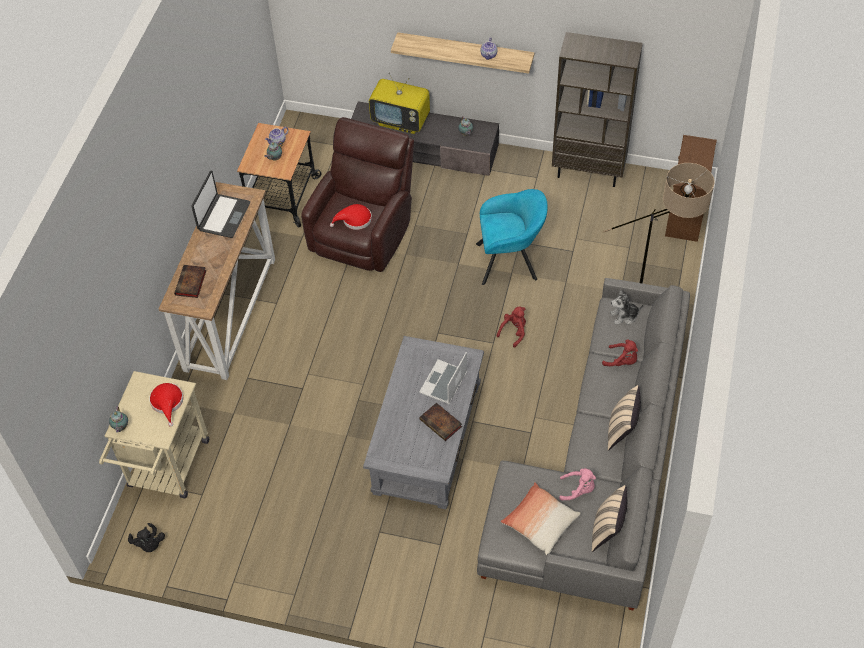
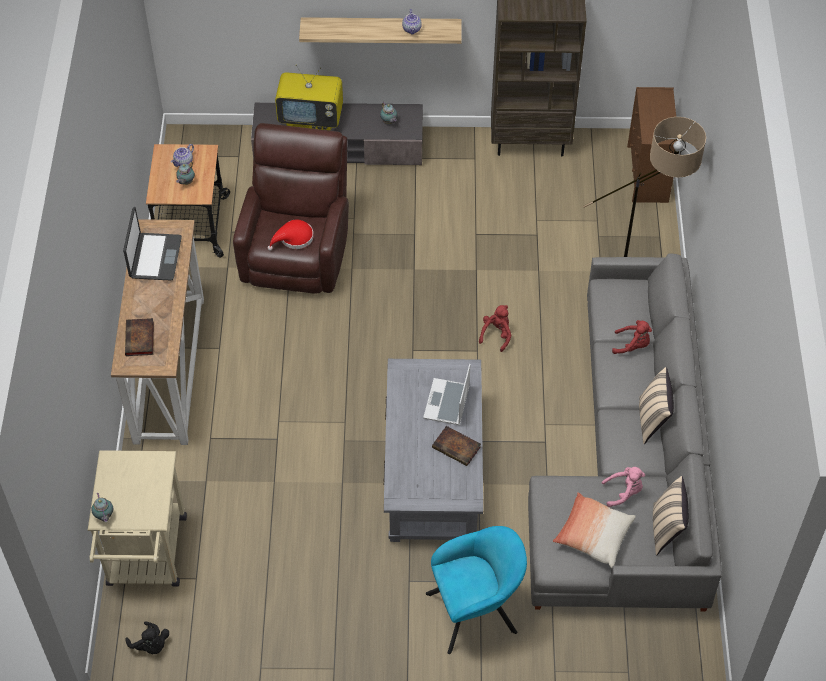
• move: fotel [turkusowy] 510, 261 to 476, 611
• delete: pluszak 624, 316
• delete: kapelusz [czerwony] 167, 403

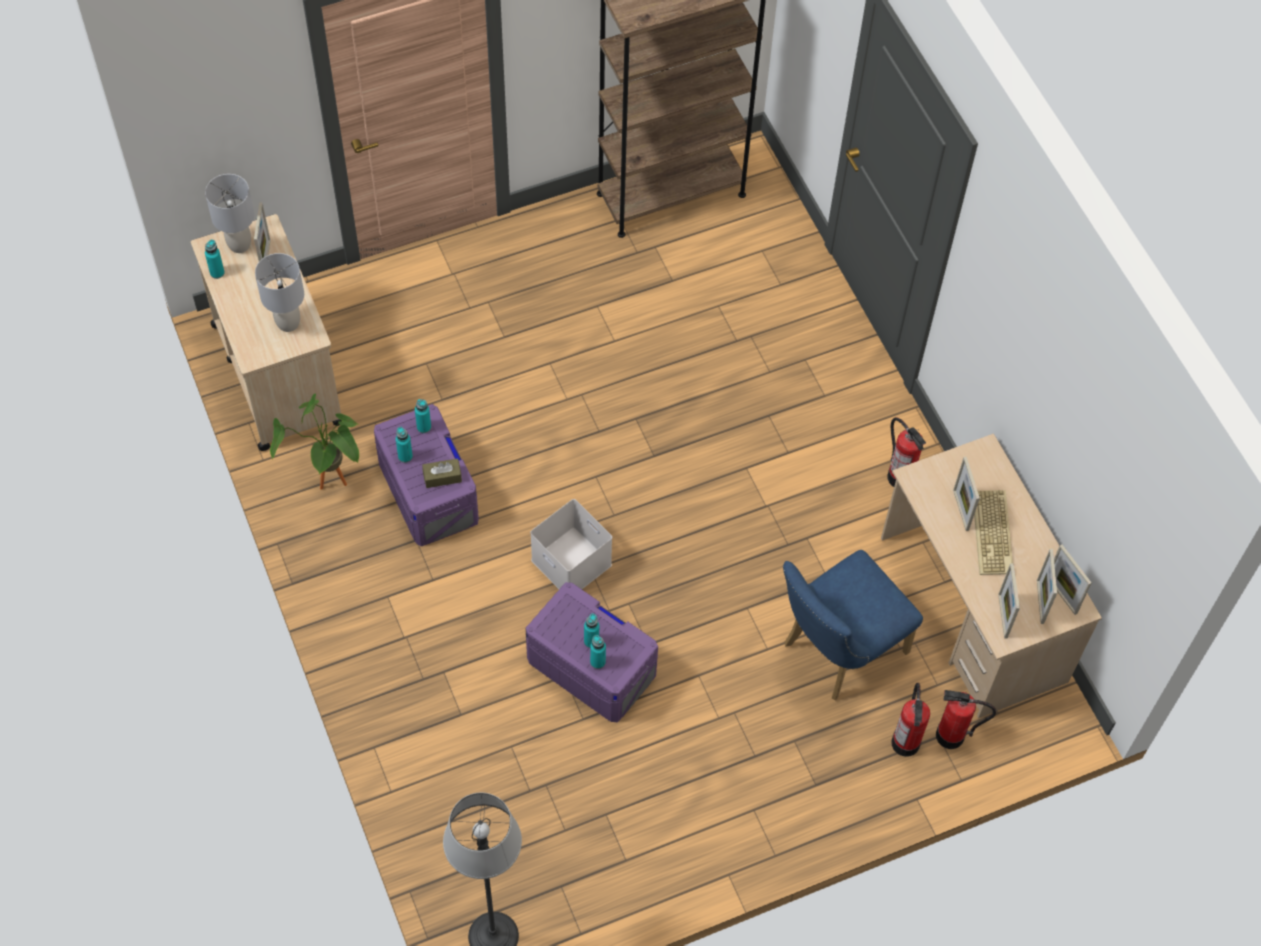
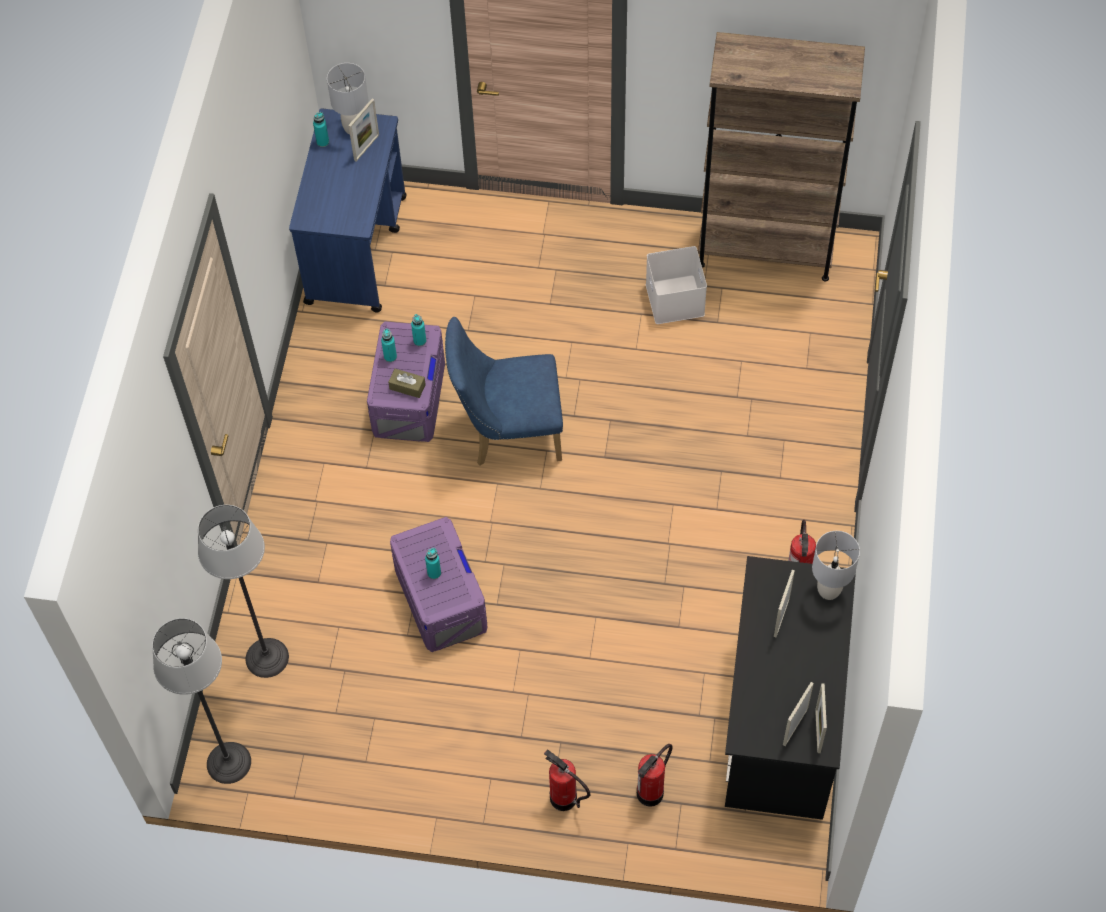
• recolor: wózek [beżowy] 277, 372 to wózek [niebieski] 357, 248
• move: lampa stołowa [szary] 288, 323 to 828, 590
• delete: roślina doniczkowa 331, 487
• recolor: biurko [beżowy] 972, 610 to biurko [czarny] 782, 716
• delete: klawiatura 994, 534
• move: pojemnik do przechowywania [biały] 569, 562 to 673, 299
• move: krzesło [niebieski] 836, 651 to 507, 432
• delete: ramka na zdjęcie 1002, 616
• delete: butelka [turkusowy] 597, 662
• move: gaśnica 950, 736 to 563, 798
• insert: lampa stojąca 267, 657

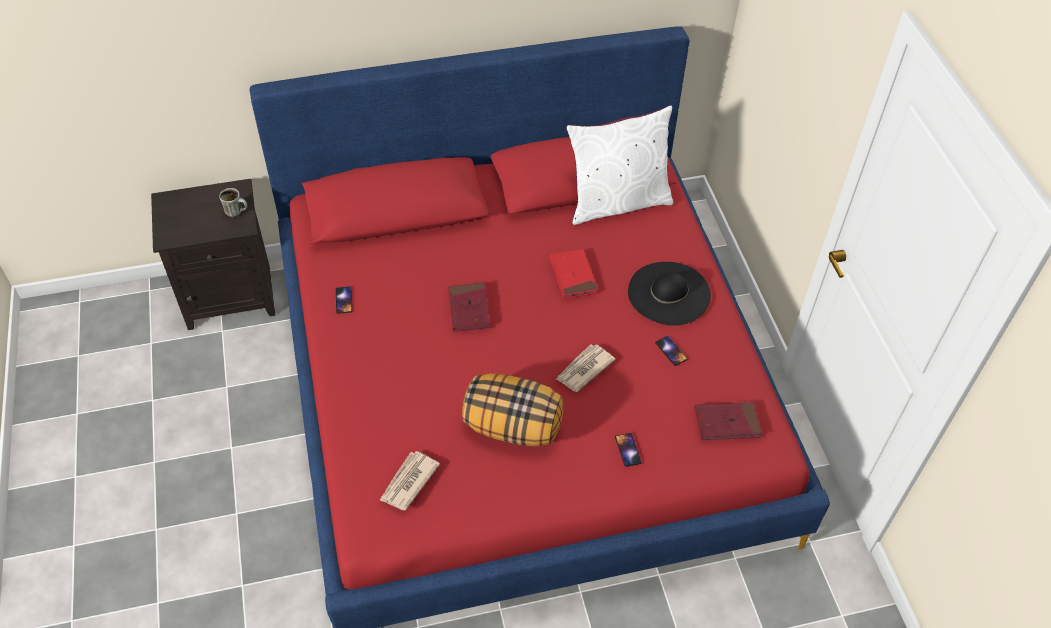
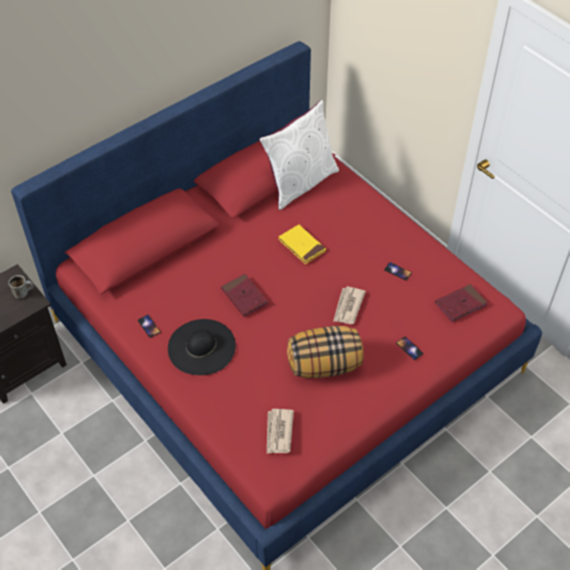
• recolor: książka [czerwony] 573, 276 to książka [żółty] 302, 245
• move: kapelusz [czarny] 669, 293 to 201, 347

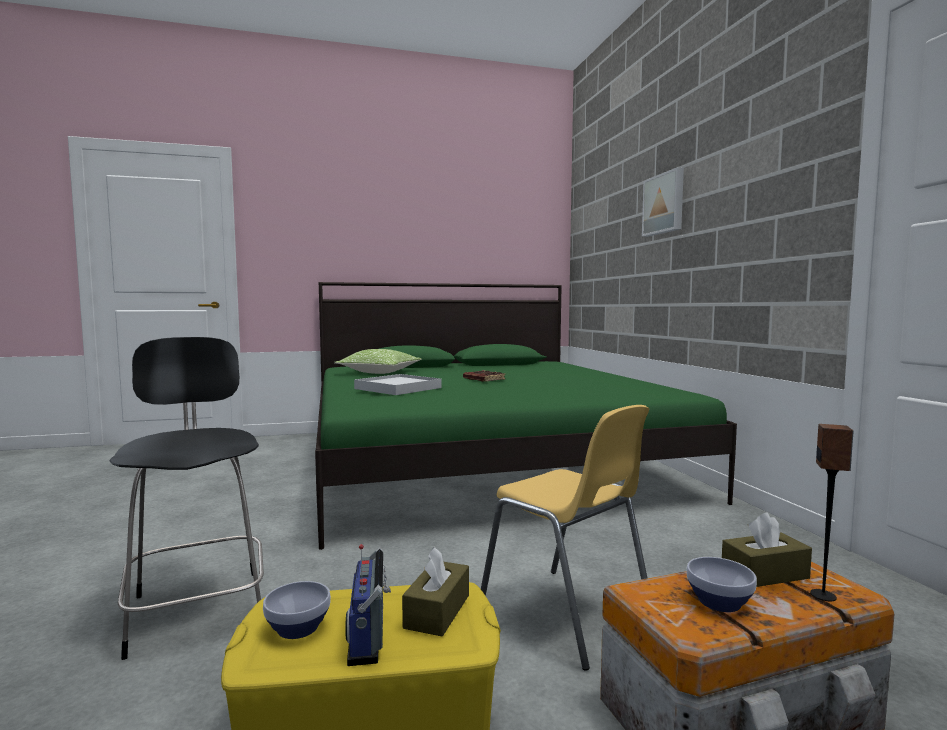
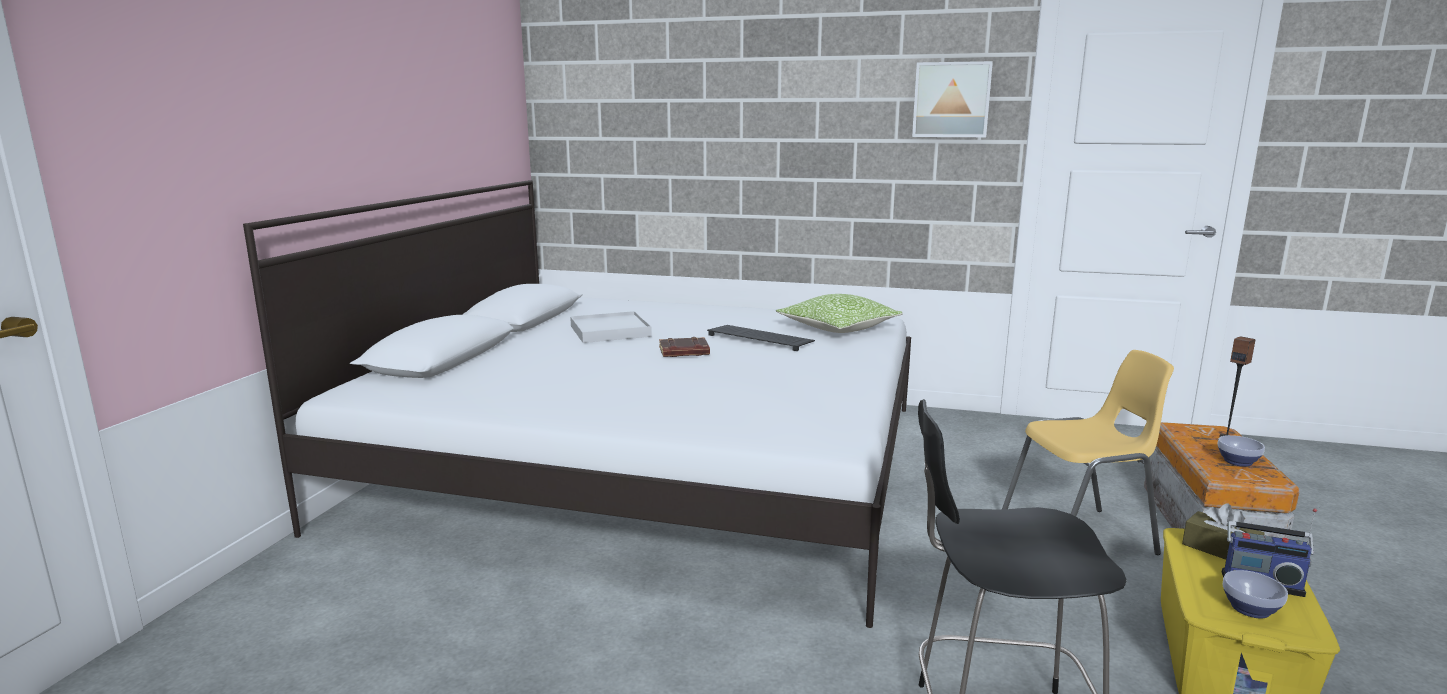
• move: obraz 664, 204 to 951, 100
• recolor: łóżko [zielony] 482, 460 to łóżko [biały] 653, 462
• move: poduszka 379, 372 to 838, 328
• move: taca [biały] 398, 388 to 610, 331
• delete: pudełko chusteczek [brązowy] 764, 574
• insert: klawiatura 761, 339

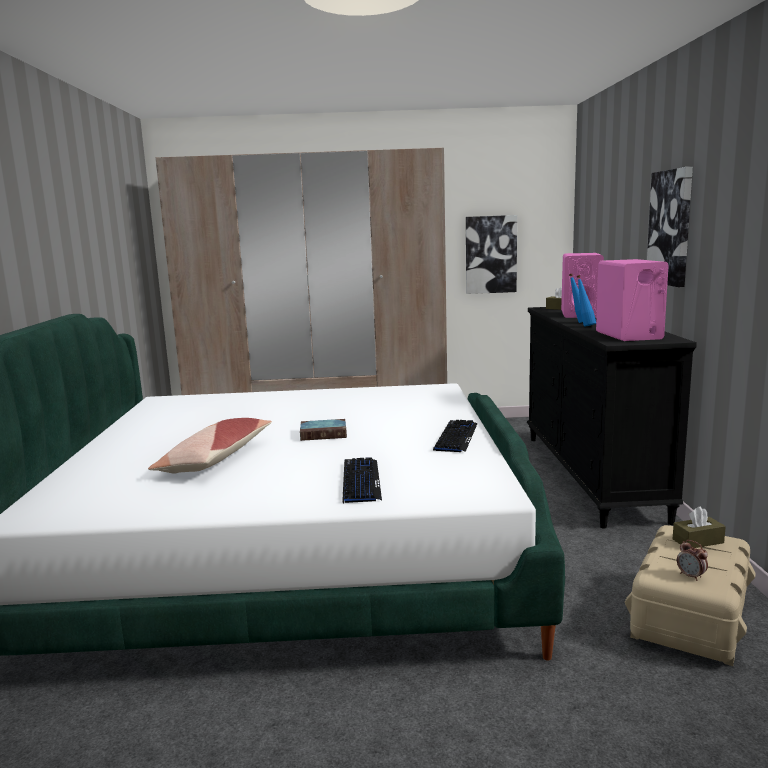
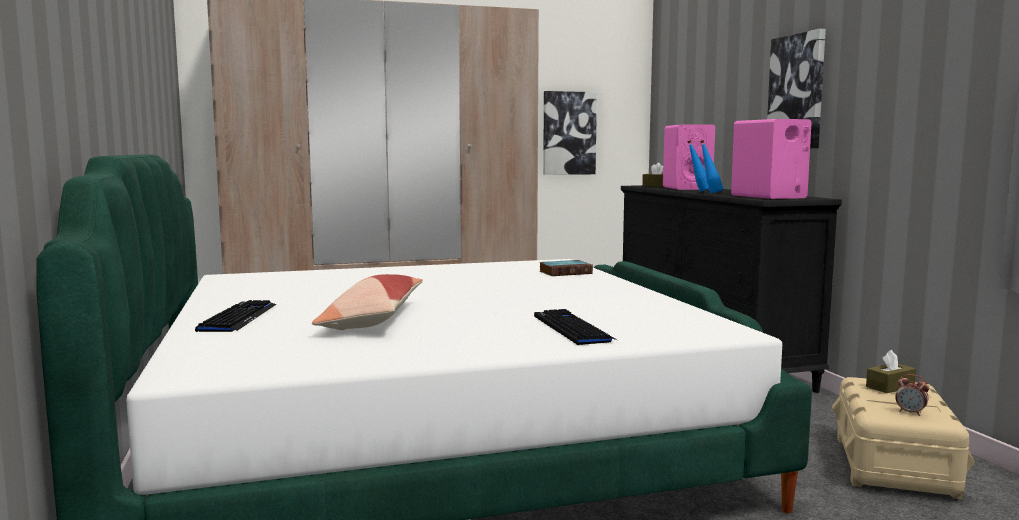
• move: książka 324, 434 to 566, 272
• move: klawiatura 456, 437 to 238, 318

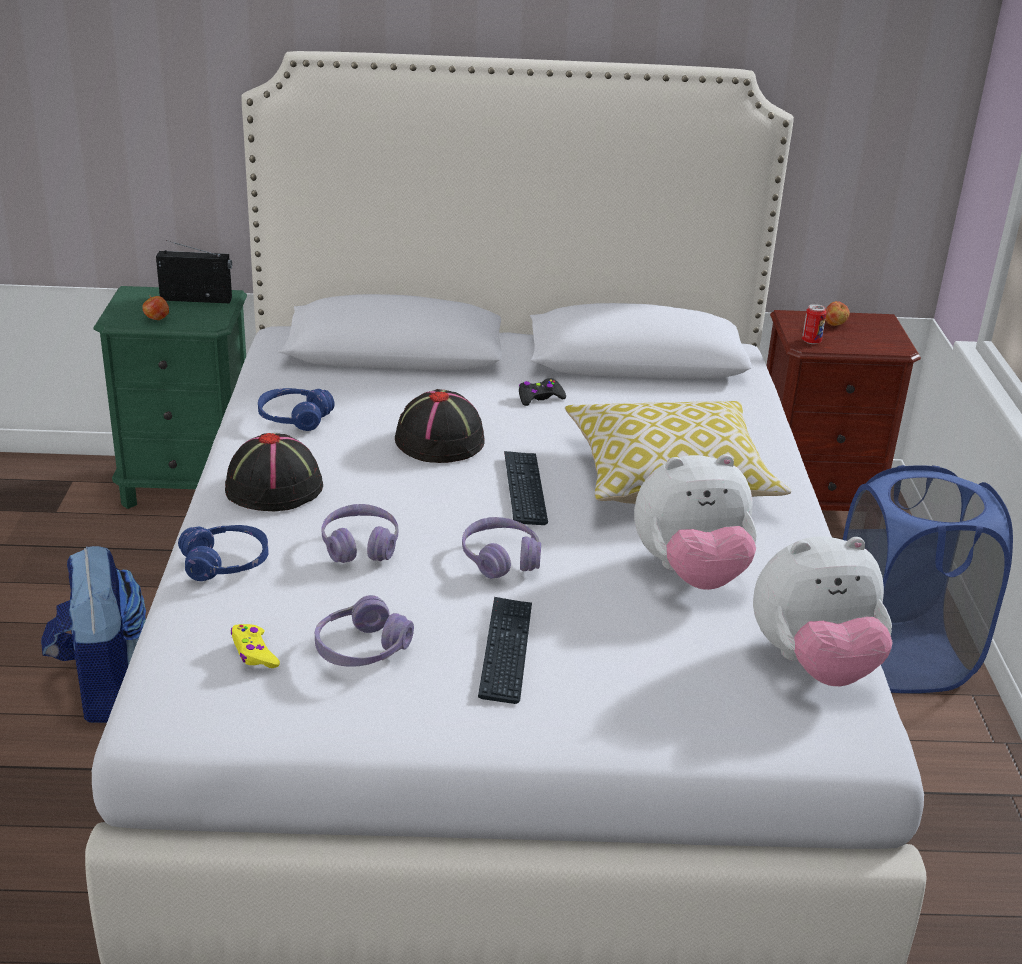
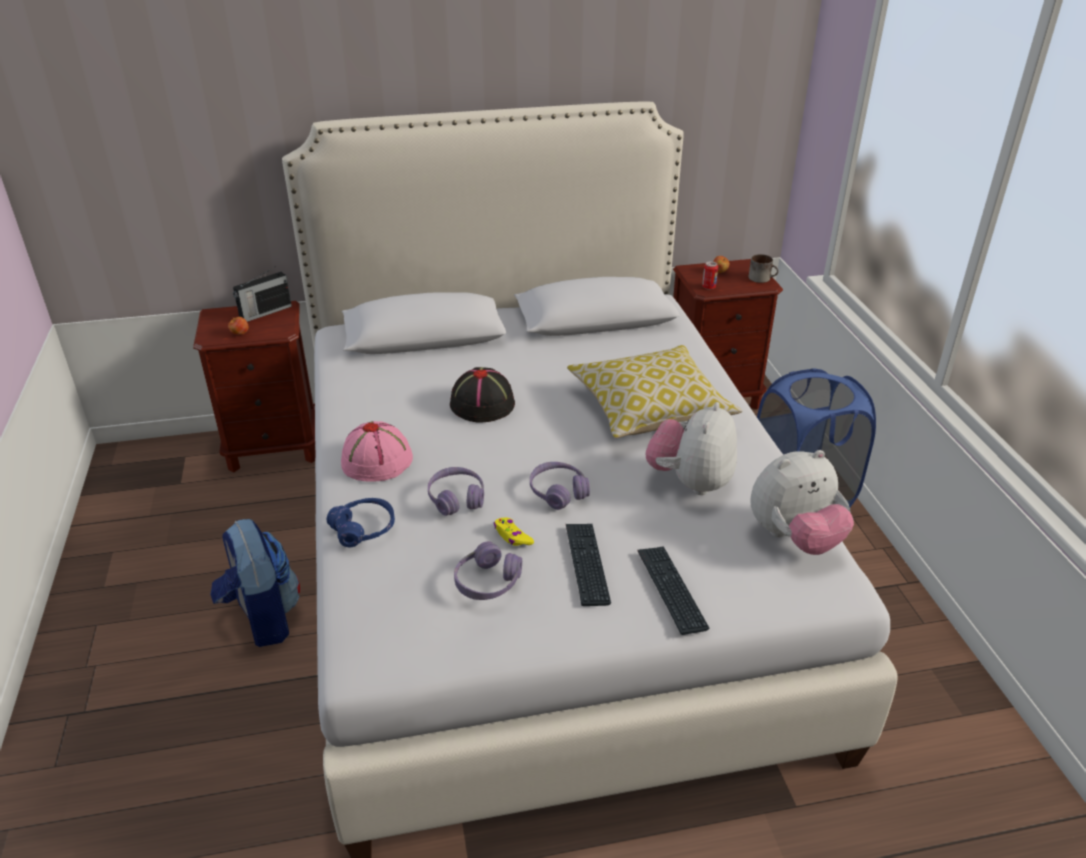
• rotate: radio 197, 299 = 264, 312 150 degrees clockwise
• recolor: szafka nocna [zielony] 188, 487 to szafka nocna [brązowy] 274, 448
• delete: pad do gier [czarny] 539, 398
• delete: słuchawki [niebieski] 294, 419
• recolor: kapelusz [czarny] 275, 488 to kapelusz [różowy] 377, 461
• move: klawiatura 524, 489 to 671, 590
• rotate: pluszak 691, 574 = 690, 482 135 degrees clockwise
• move: pad do gier [żółty] 254, 653 to 512, 536
• insert: kubek 762, 278

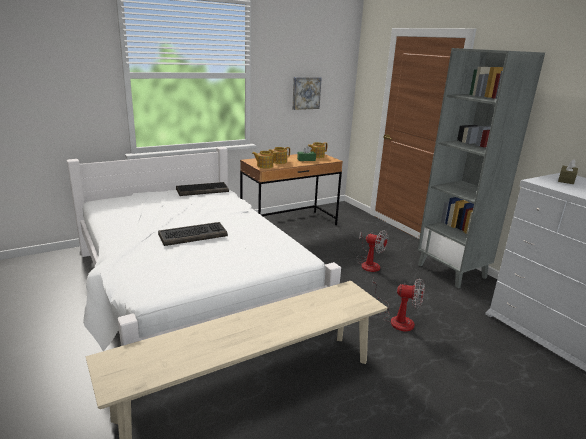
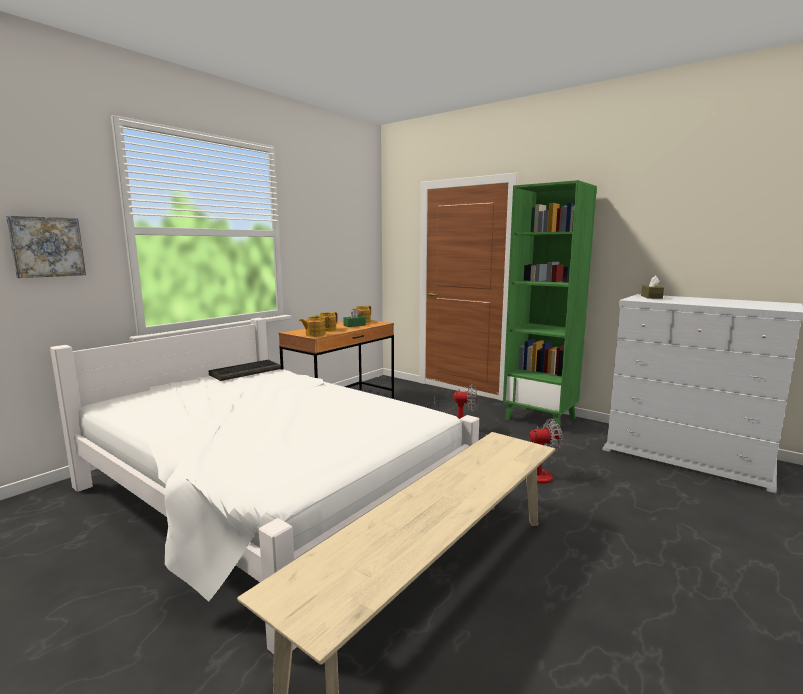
• recolor: regał [szary] 452, 271 to regał [zielony] 540, 419
• move: obraz 305, 93 to 47, 247
• delete: klawiatura 193, 235

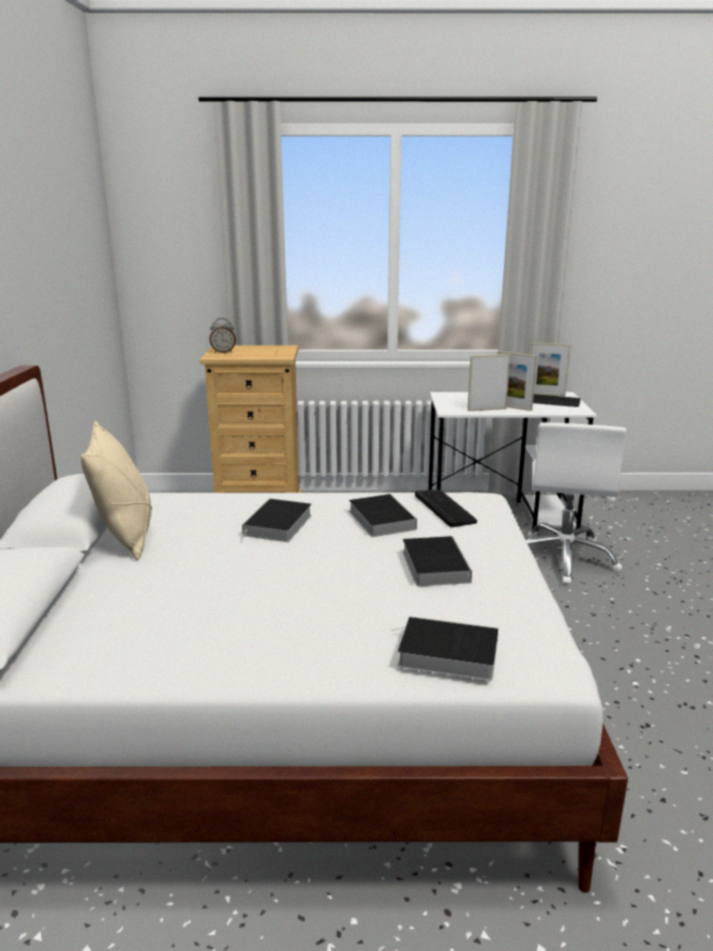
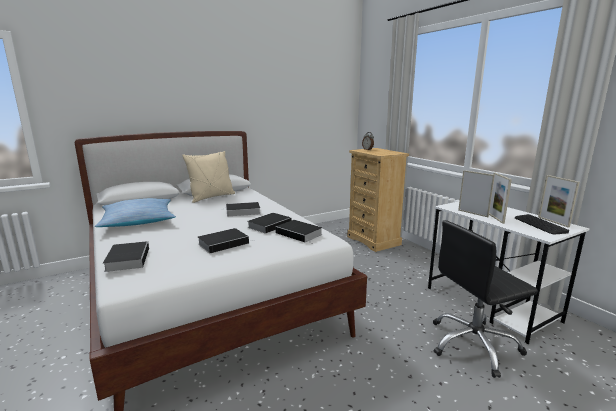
• recolor: krzesło biurowe [biały] 564, 558 to krzesło biurowe [czarny] 473, 345
• replace: klawiatura 445, 508 to książka 300, 234
• insert: poduszka 138, 221

